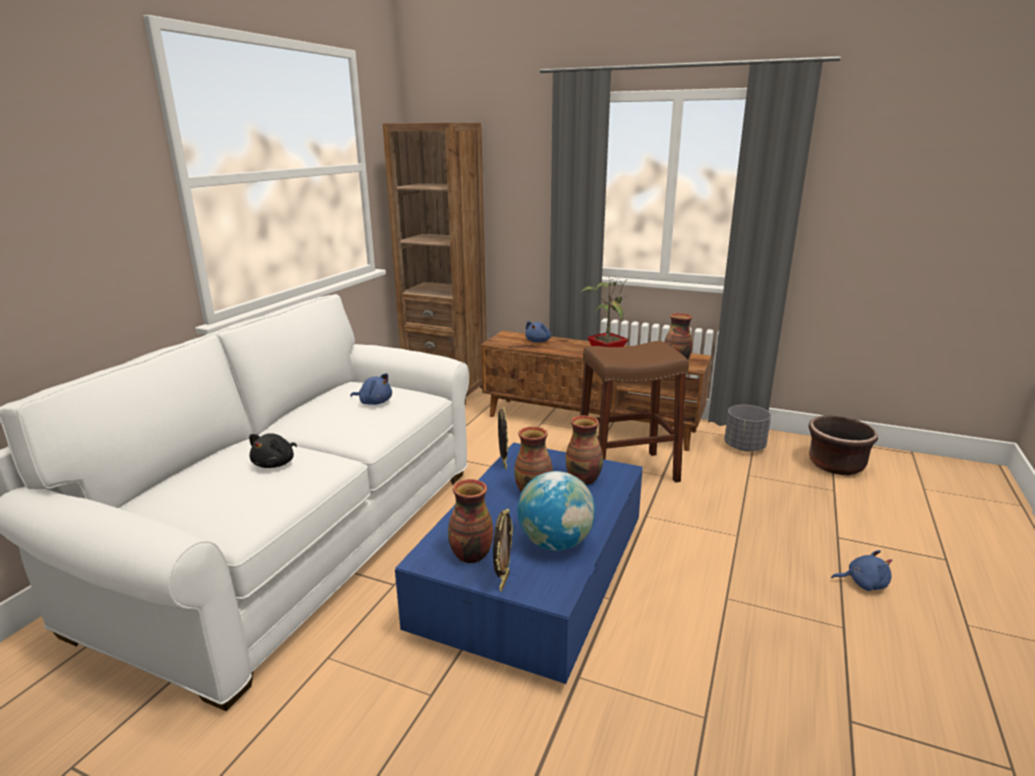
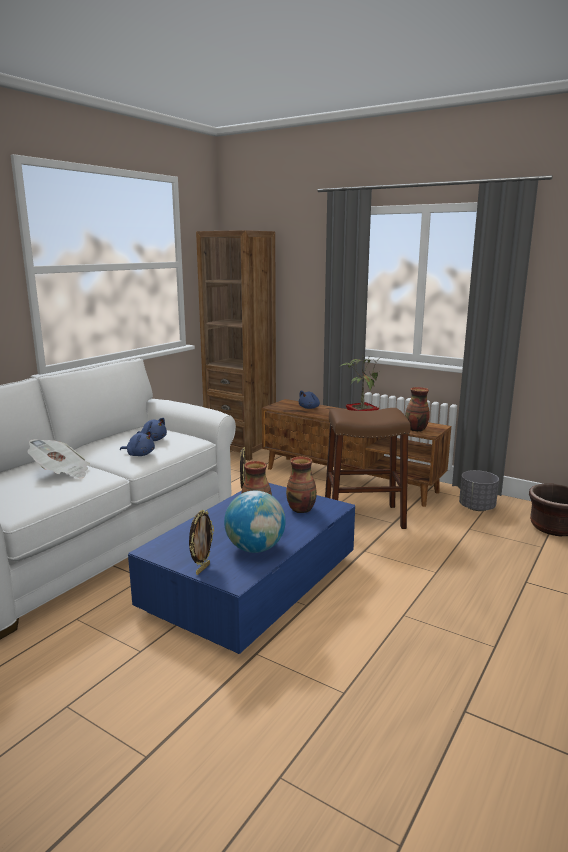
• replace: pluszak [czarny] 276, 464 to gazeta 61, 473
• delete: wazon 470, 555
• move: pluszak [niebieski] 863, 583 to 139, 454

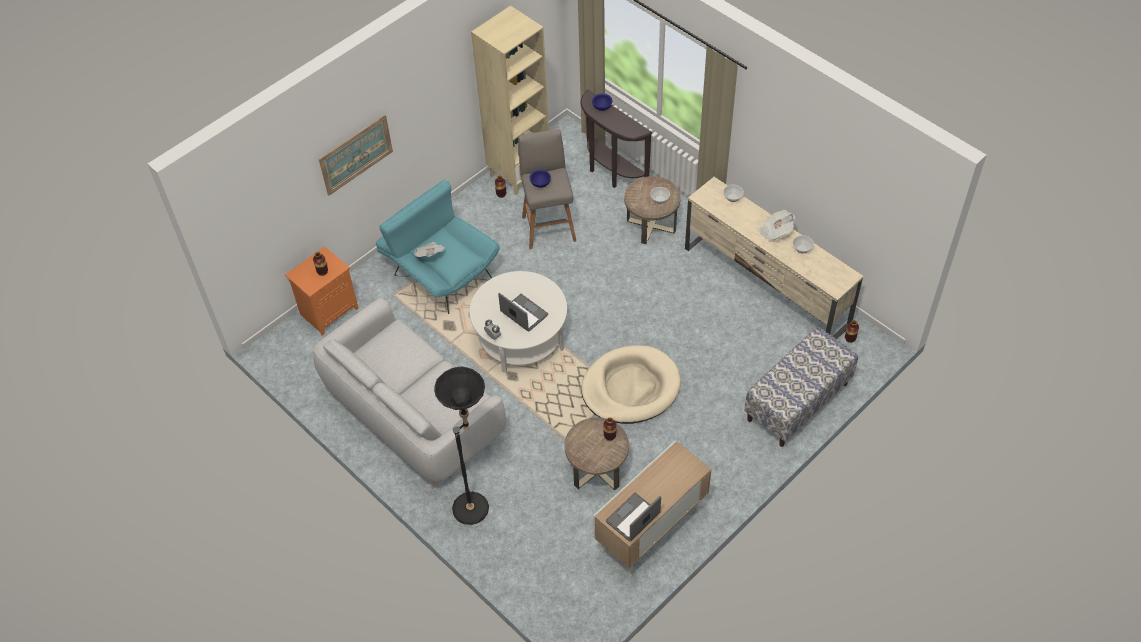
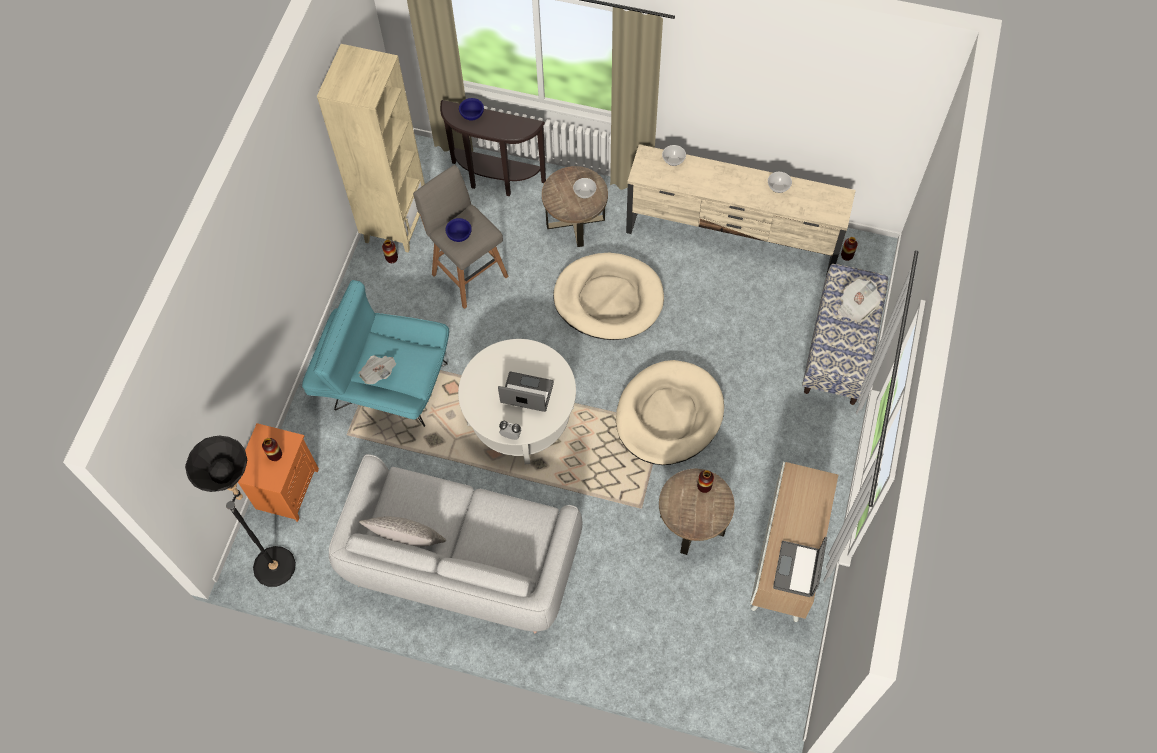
• delete: obraz 356, 154
• move: gazeta 775, 231 to 856, 306
• move: lampa stojąca [czarny] 476, 503 to 278, 558
• insert: legowisko [beżowy] 608, 299
• insert: poduszka [szary] 407, 541

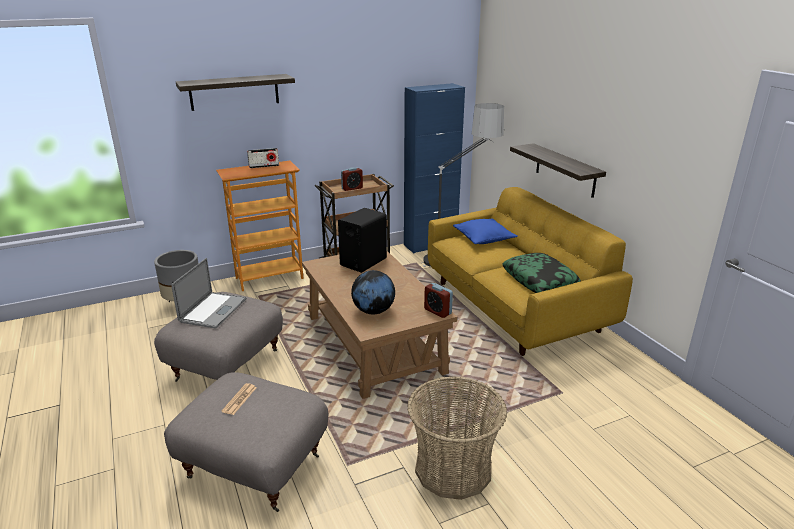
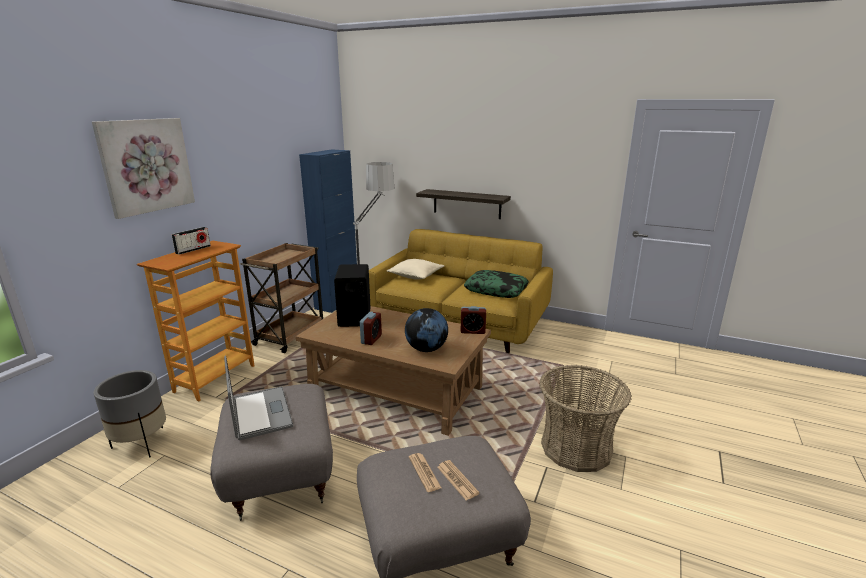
• replace: półka 234, 92 to obraz 146, 166
• move: budzik 352, 188 to 371, 339
• recolor: poduszka [niebieski] 483, 239 to poduszka [beżowy] 416, 275
• insert: gazeta 457, 480

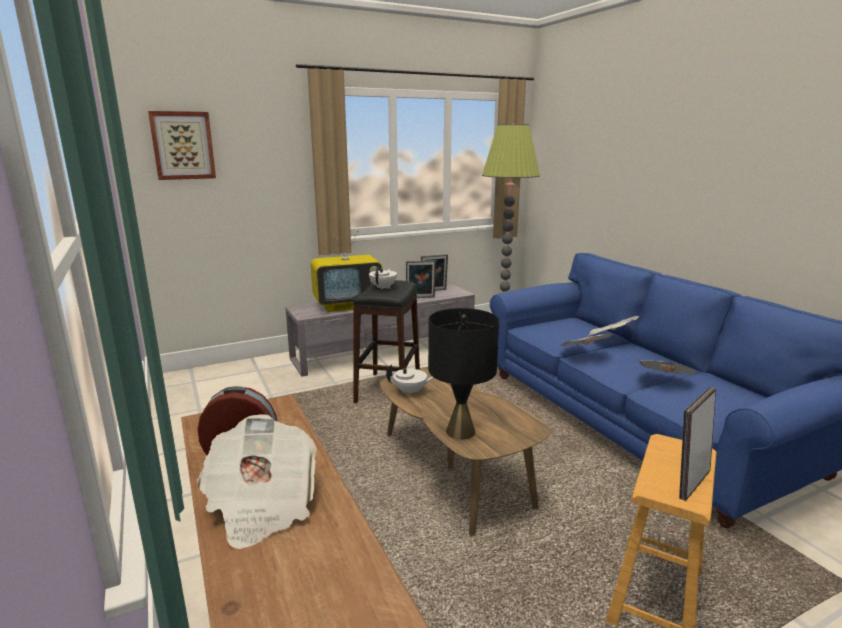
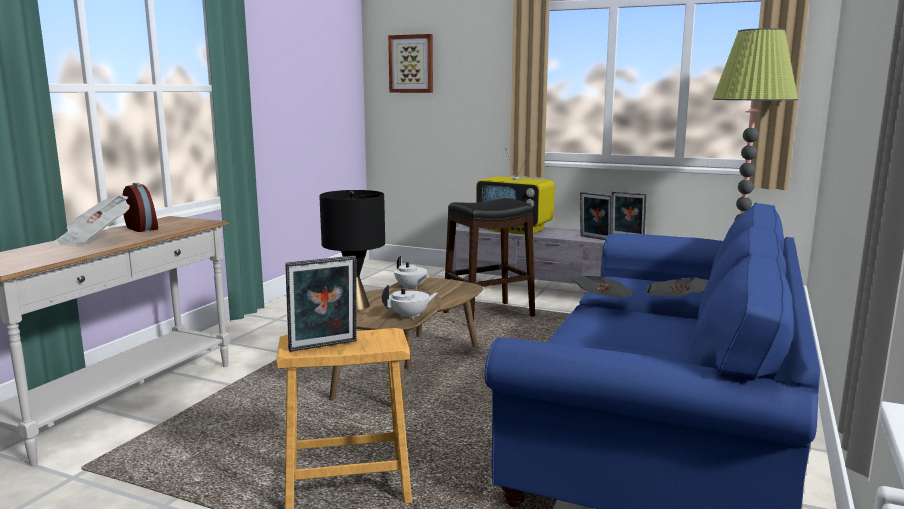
• move: imbryk [biały] 383, 287 to 410, 316
• delete: gazeta 664, 381
• rotate: ramka na zdjęcie 690, 482 = 324, 347 150 degrees clockwise

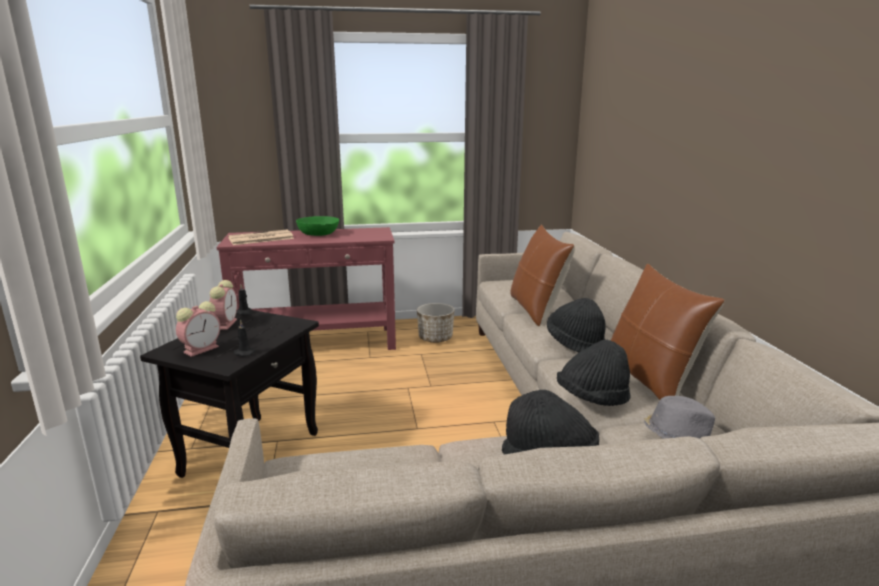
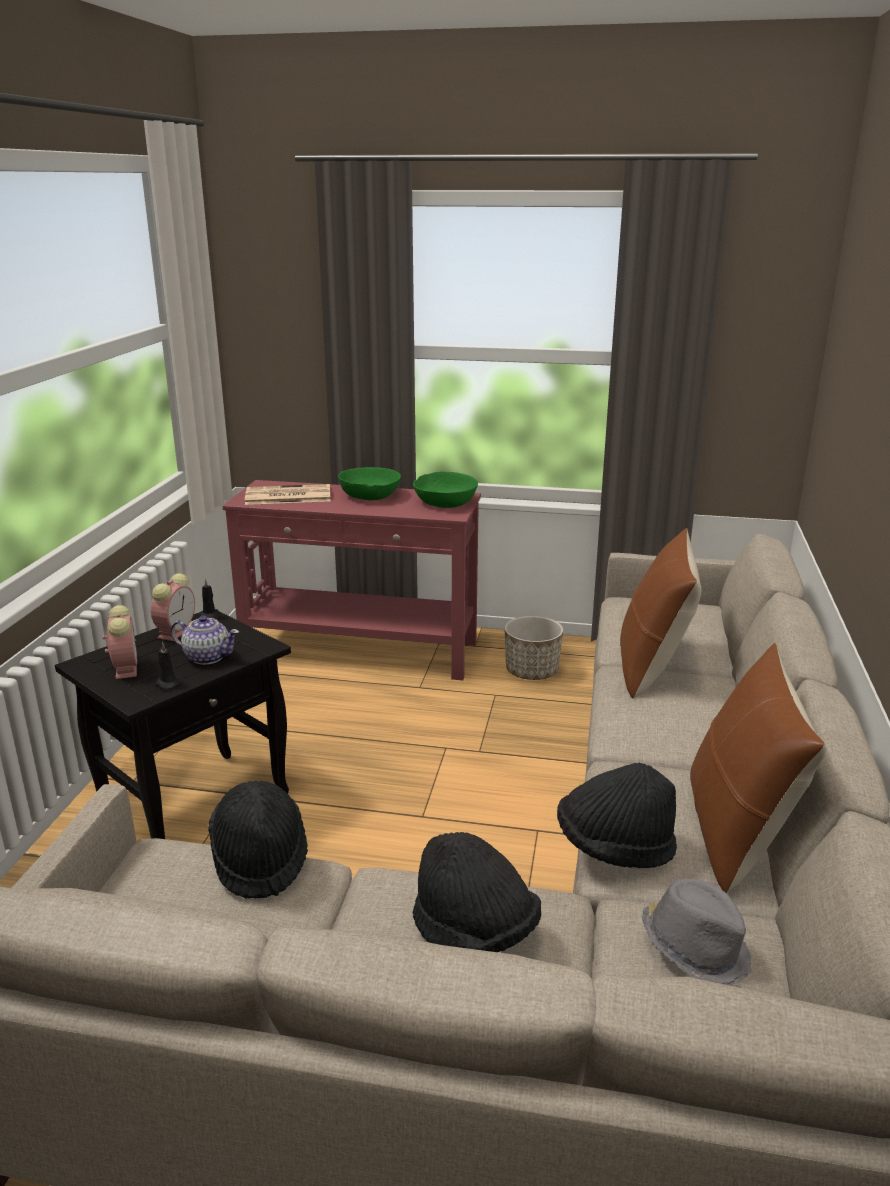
• move: kapelusz [czarny] 575, 343 to 259, 858
• rotate: budzik 202, 349 = 125, 668 75 degrees counterclockwise
• insert: miska [zielony] 445, 502
• insert: imbryk 207, 657

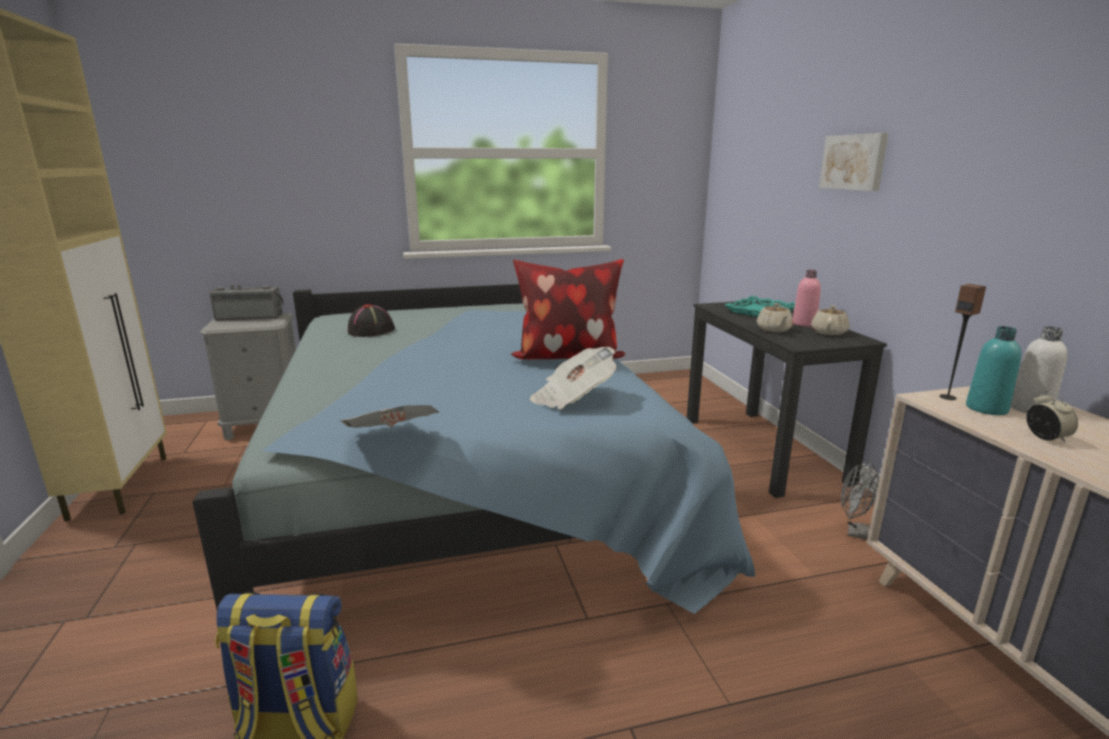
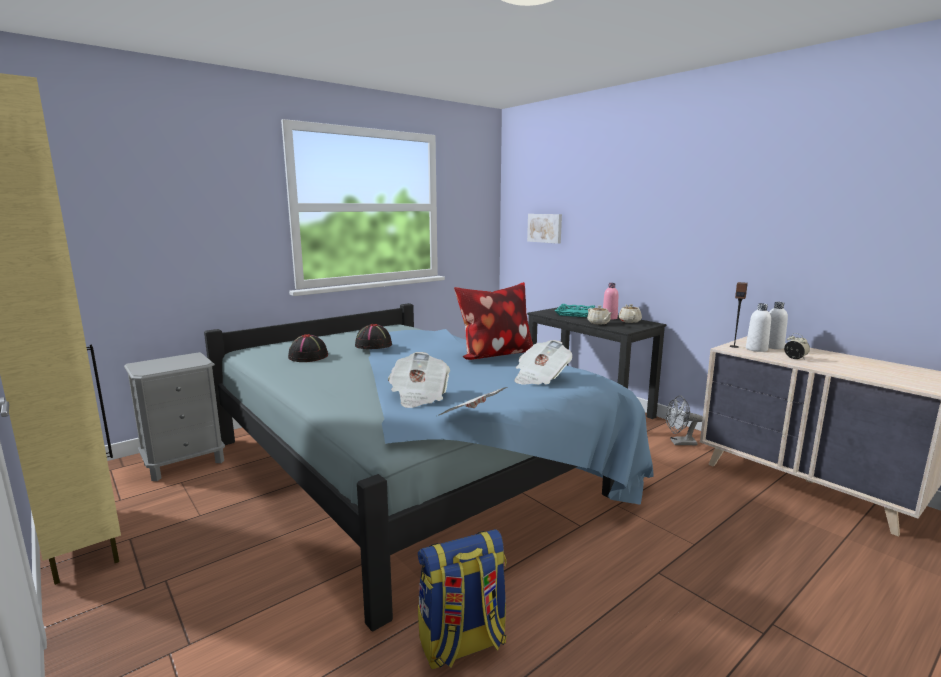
• move: obraz 854, 162 to 545, 228
• delete: radio 250, 317
• recolor: butelka [turkusowy] 986, 409 to butelka [biały] 756, 349
• insert: kapelusz [czarny] 373, 345
• insert: gazeta 419, 396

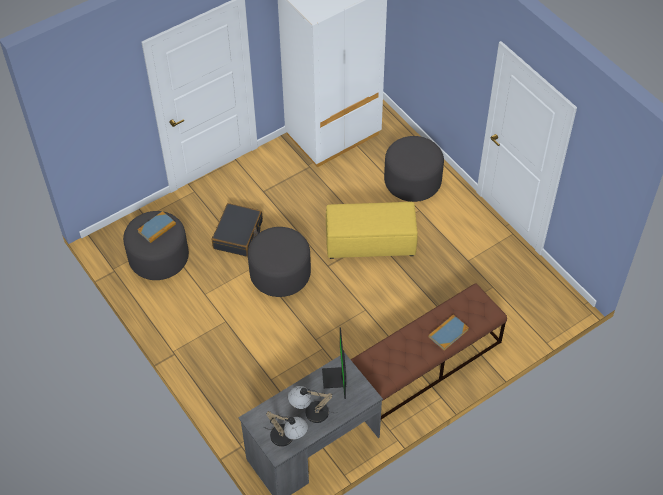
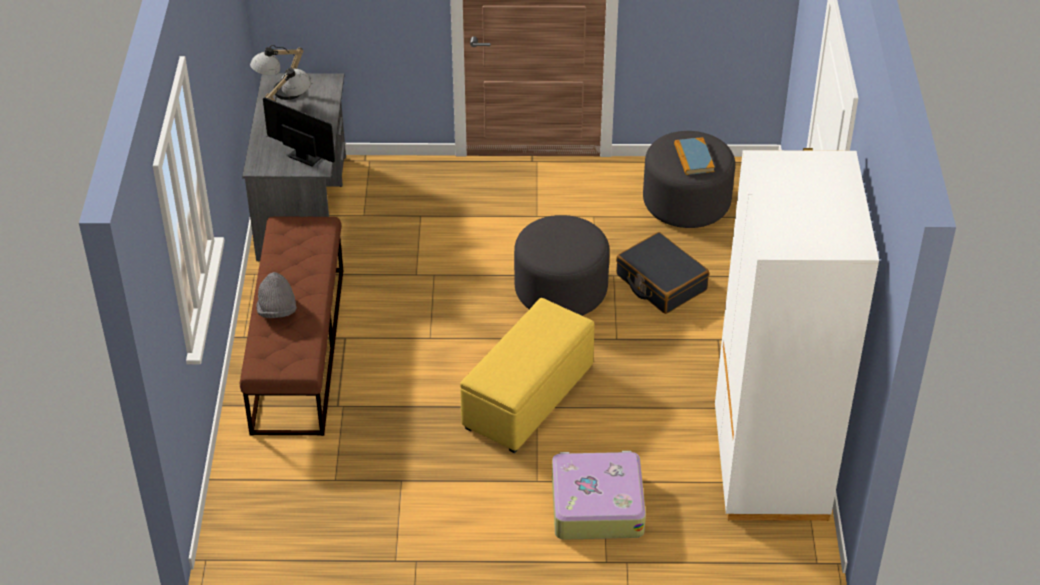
• replace: pufa [szary] 412, 181 to walizka 596, 505
• replace: książka 448, 333 to kapelusz [szary] 277, 310

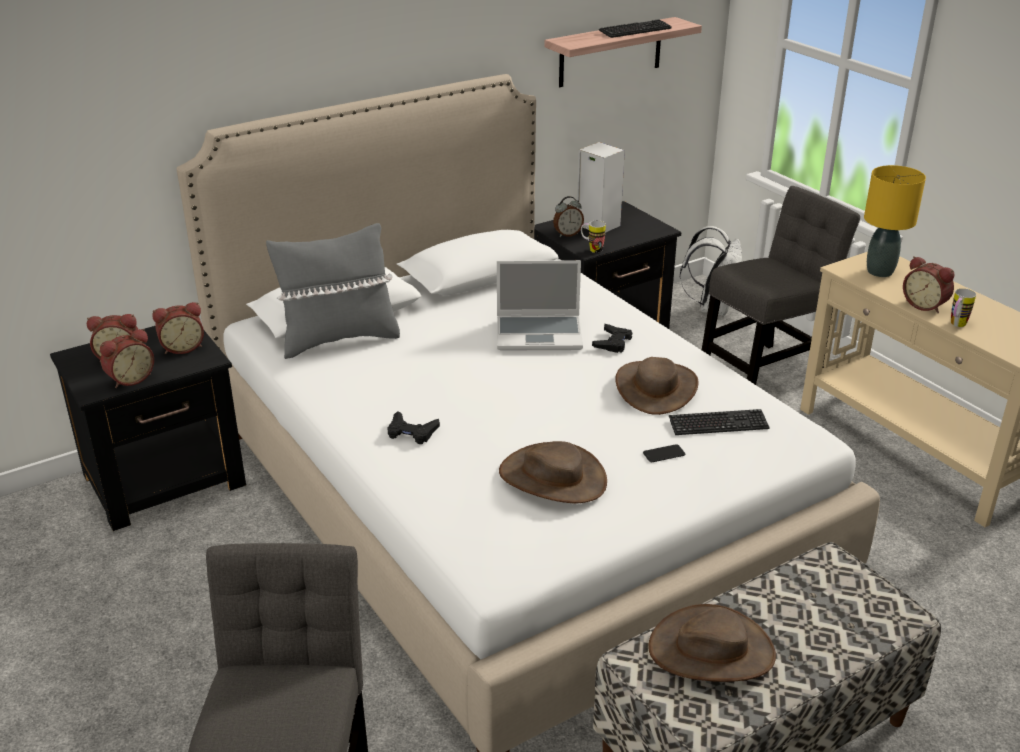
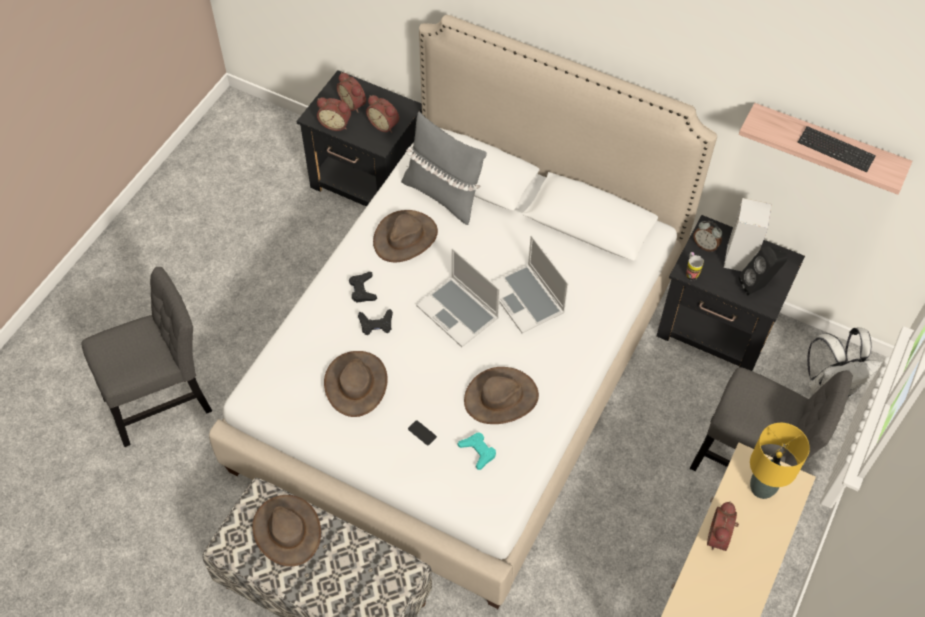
• delete: kubek 956, 325
• move: pad do gier [czarny] 613, 342 to 376, 324
• replace: klawiatura 718, 424 to pad do gier [turkusowy] 478, 451
• insert: kapelusz [brązowy] 405, 237
• insert: głośnik [czarny] 758, 286
• insert: laptop 459, 312

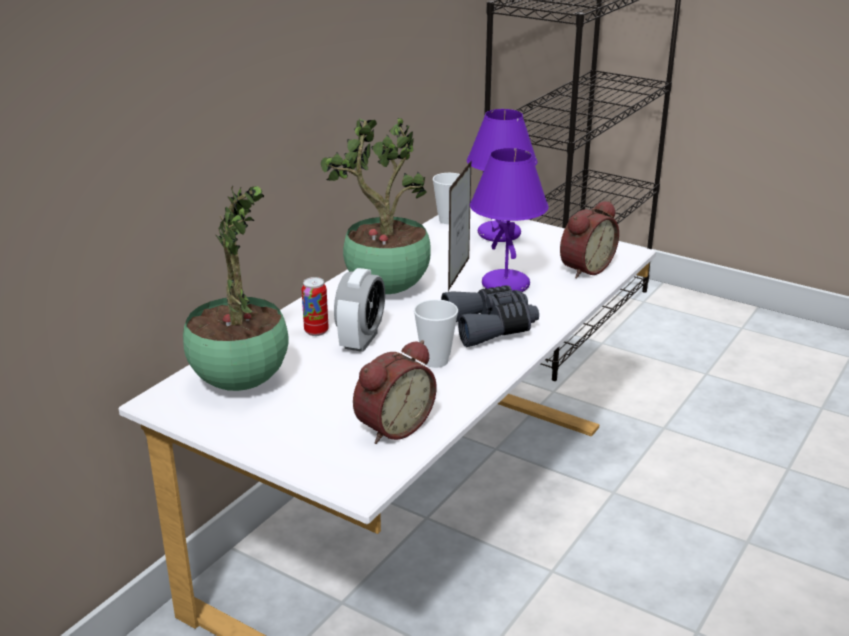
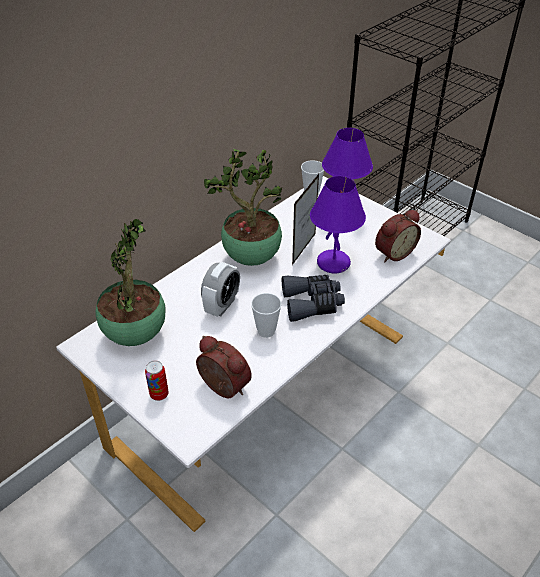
• move: puszka 316, 331 to 159, 394
• rotate: budzik 392, 426 = 222, 388 105 degrees counterclockwise

